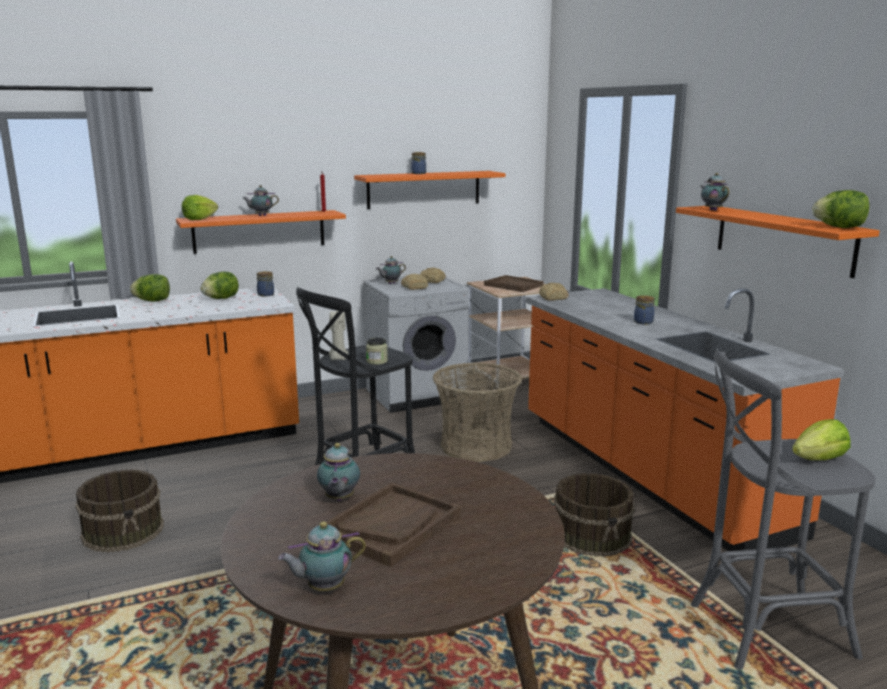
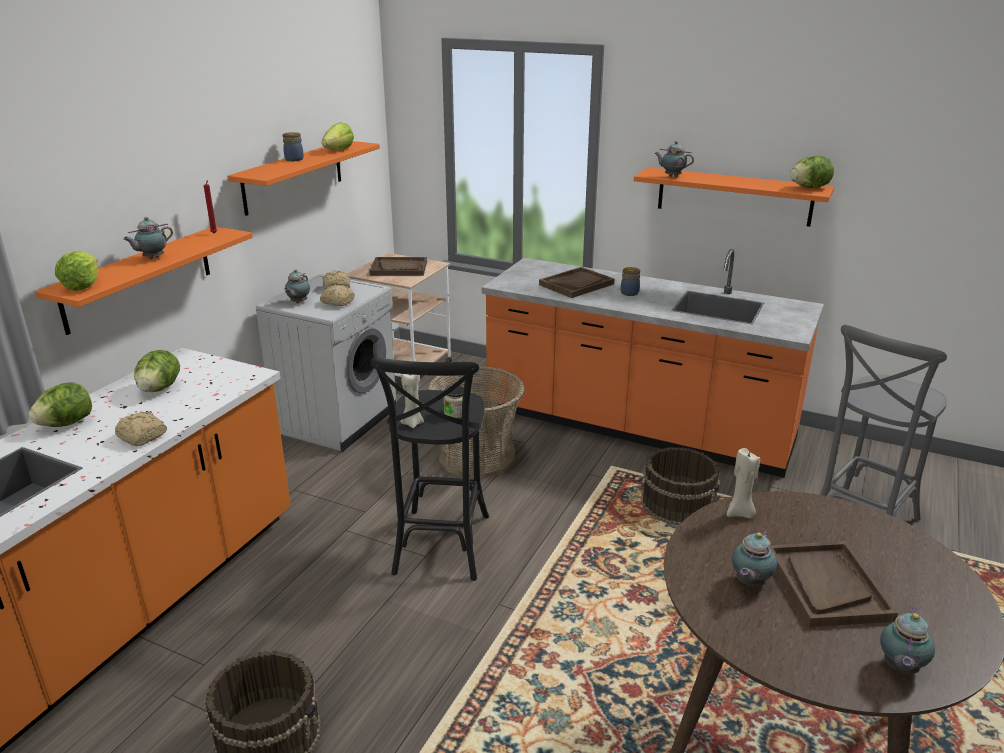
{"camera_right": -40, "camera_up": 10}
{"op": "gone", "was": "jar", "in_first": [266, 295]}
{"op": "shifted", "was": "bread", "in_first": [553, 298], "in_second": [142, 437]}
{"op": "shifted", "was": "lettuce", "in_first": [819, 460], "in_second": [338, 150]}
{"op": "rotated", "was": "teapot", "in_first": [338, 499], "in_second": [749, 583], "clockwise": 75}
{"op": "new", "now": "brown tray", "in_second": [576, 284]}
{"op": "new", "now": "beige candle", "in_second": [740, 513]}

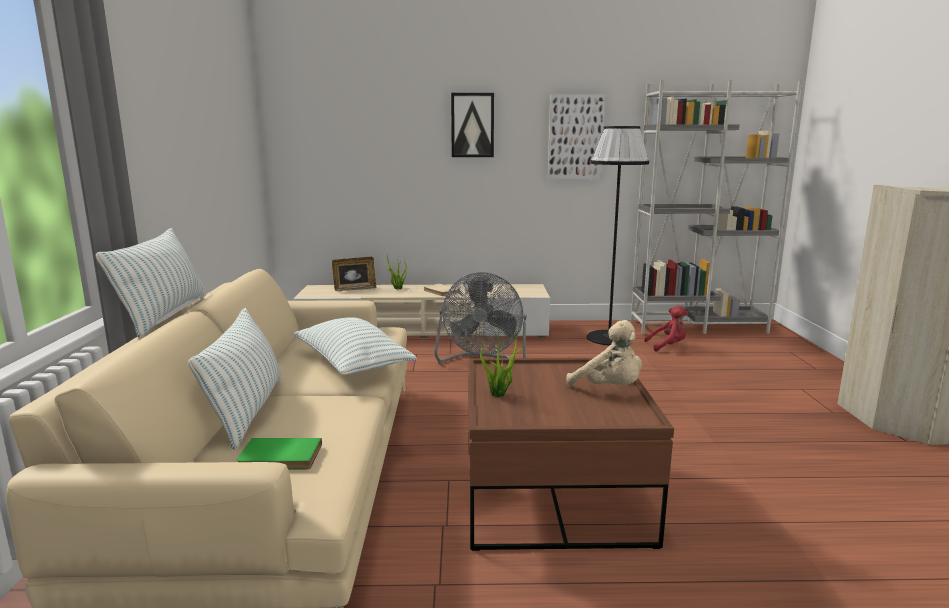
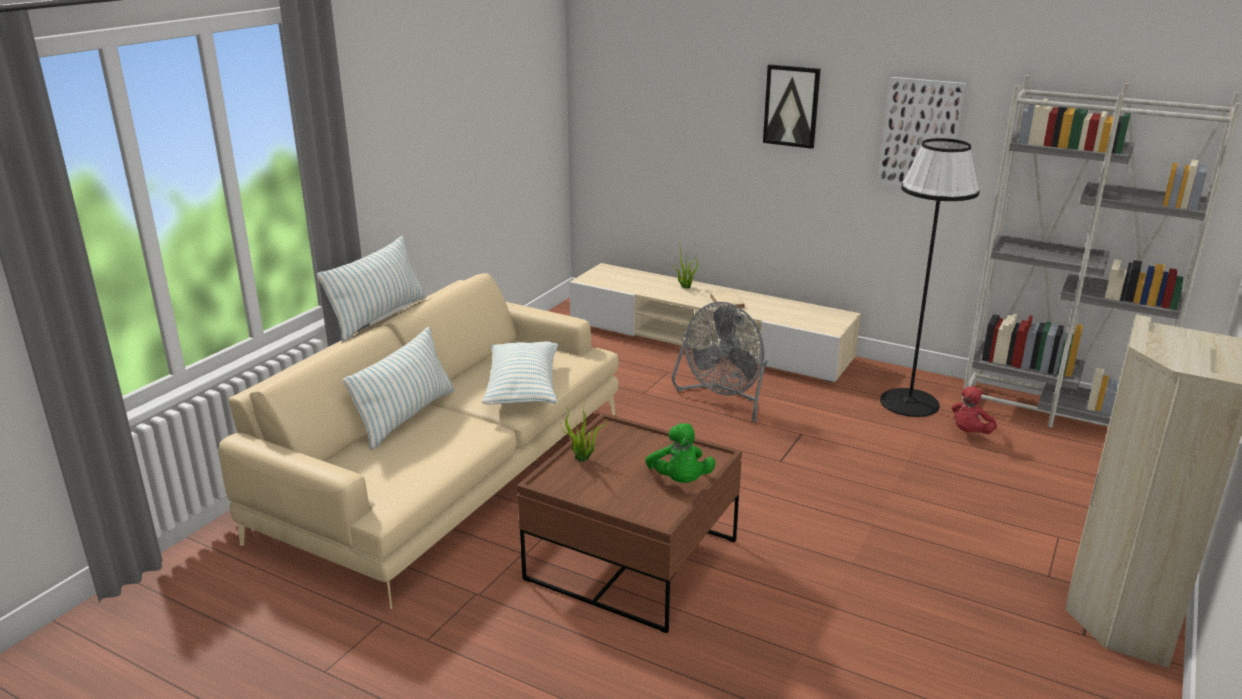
{"camera_right": 30, "camera_up": 10}
{"op": "gone", "was": "picture frame", "in_first": [354, 289]}
{"op": "rotated", "was": "red plush toy", "in_first": [667, 346], "in_second": [969, 433], "clockwise": 105}
{"op": "repainted", "was": "beige plush toy", "now": "green plush toy", "in_first": [609, 389], "in_second": [680, 481]}
{"op": "gone", "was": "green book", "in_first": [279, 458]}

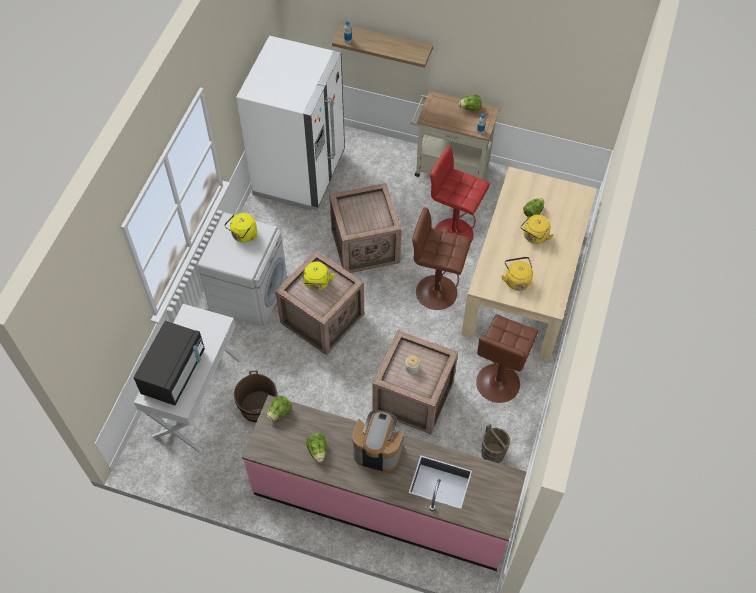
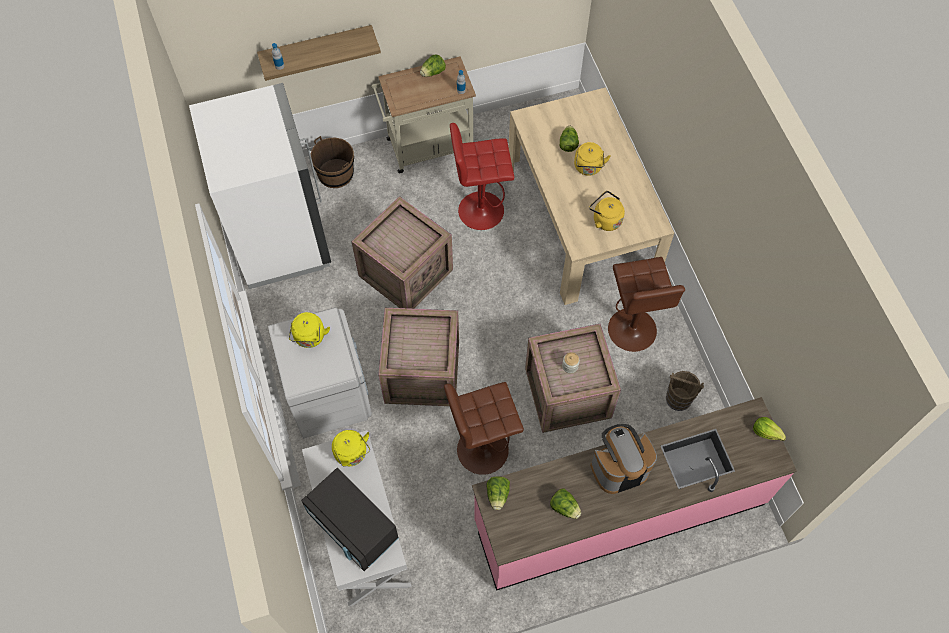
{"camera_right": -35, "camera_up": 5}
{"op": "shifted", "was": "brown stool", "in_first": [436, 292], "in_second": [482, 449]}
{"op": "shifted", "was": "yellow kettle", "in_first": [317, 283], "in_second": [352, 454]}
{"op": "rotated", "was": "black microwave", "in_first": [174, 372], "in_second": [353, 527], "clockwise": 150}
{"op": "shifted", "was": "brown bucket", "in_first": [258, 407], "in_second": [336, 174]}
{"op": "new", "now": "lettuce", "in_second": [766, 432]}

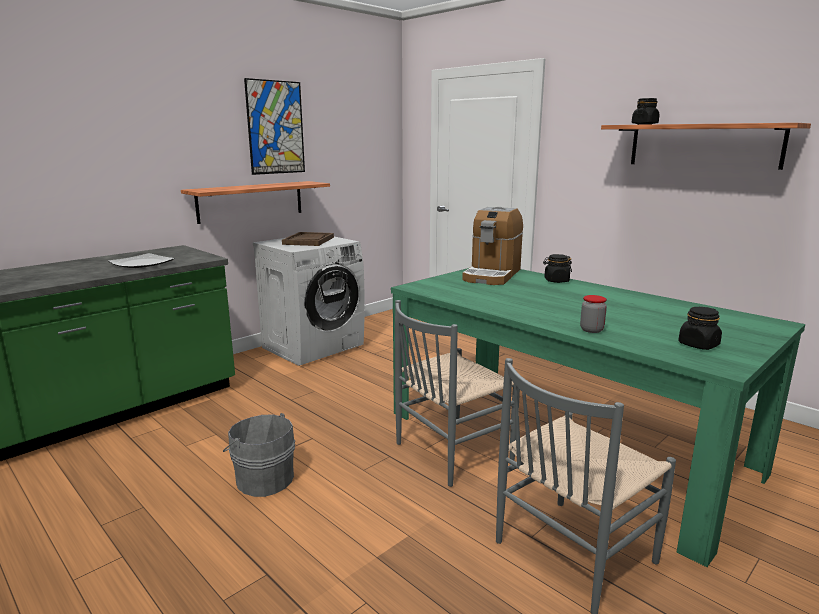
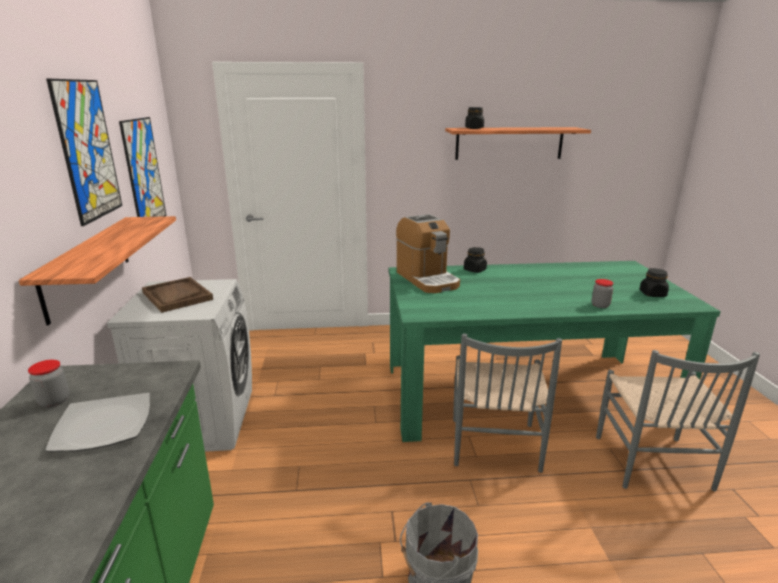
{"camera_right": -50, "camera_up": 5}
{"op": "new", "now": "picture", "in_second": [144, 173]}
{"op": "new", "now": "jar", "in_second": [54, 401]}

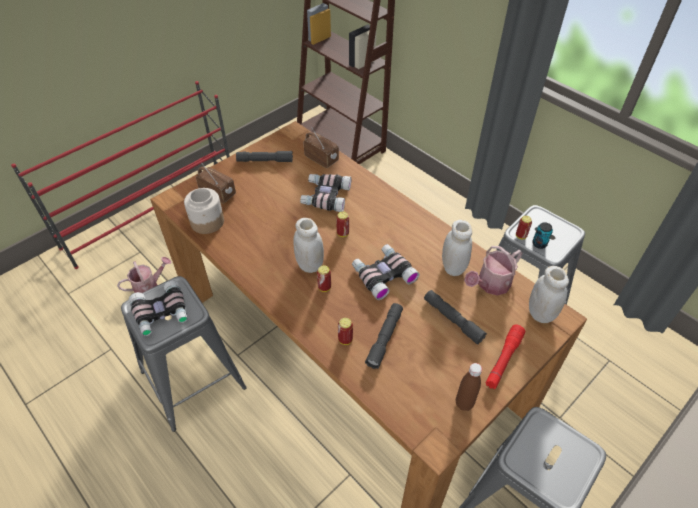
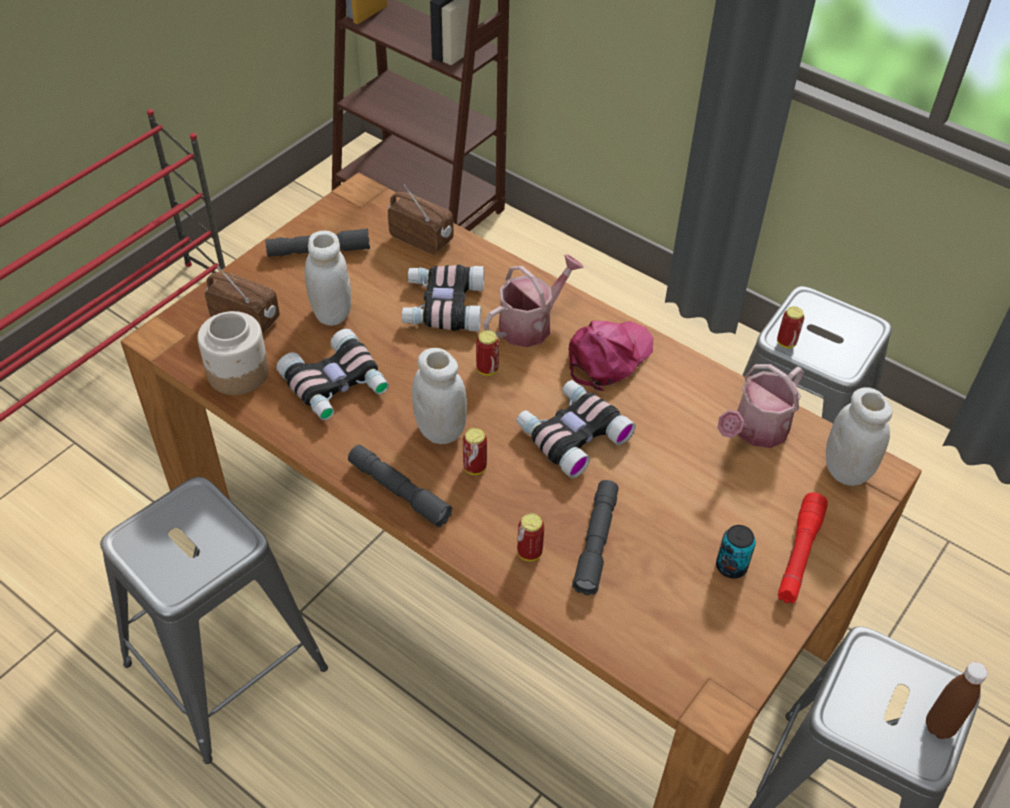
{"camera_right": -10, "camera_up": 0}
{"op": "shifted", "was": "white jar", "in_first": [453, 267], "in_second": [332, 313]}
{"op": "shifted", "was": "can", "in_first": [539, 244], "in_second": [731, 566]}
{"op": "shifted", "was": "watering can", "in_first": [149, 285], "in_second": [531, 324]}
{"op": "shifted", "was": "binoculars", "in_first": [161, 313], "in_second": [336, 385]}
{"op": "shifted", "was": "grey flashlight", "in_first": [453, 320], "in_second": [399, 491]}
{"op": "shifted", "was": "brown bottle", "in_first": [464, 403], "in_second": [939, 726]}
{"op": "new", "now": "pink cap", "in_second": [608, 357]}

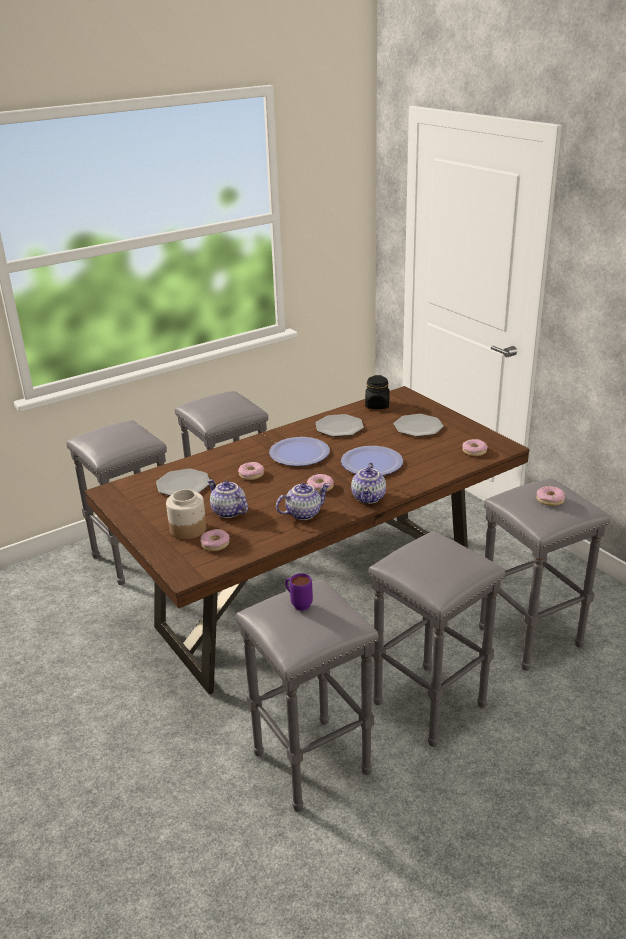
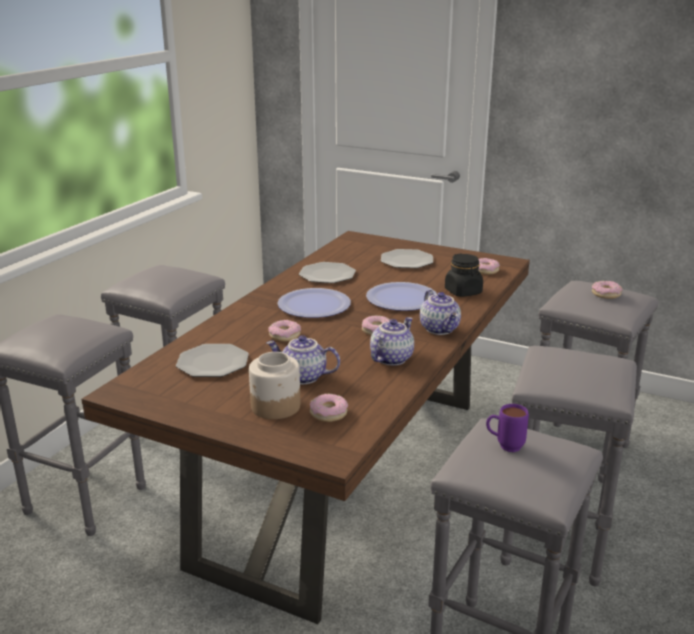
{"camera_right": -30, "camera_up": -5}
{"op": "shifted", "was": "black jar", "in_first": [377, 405], "in_second": [463, 292]}

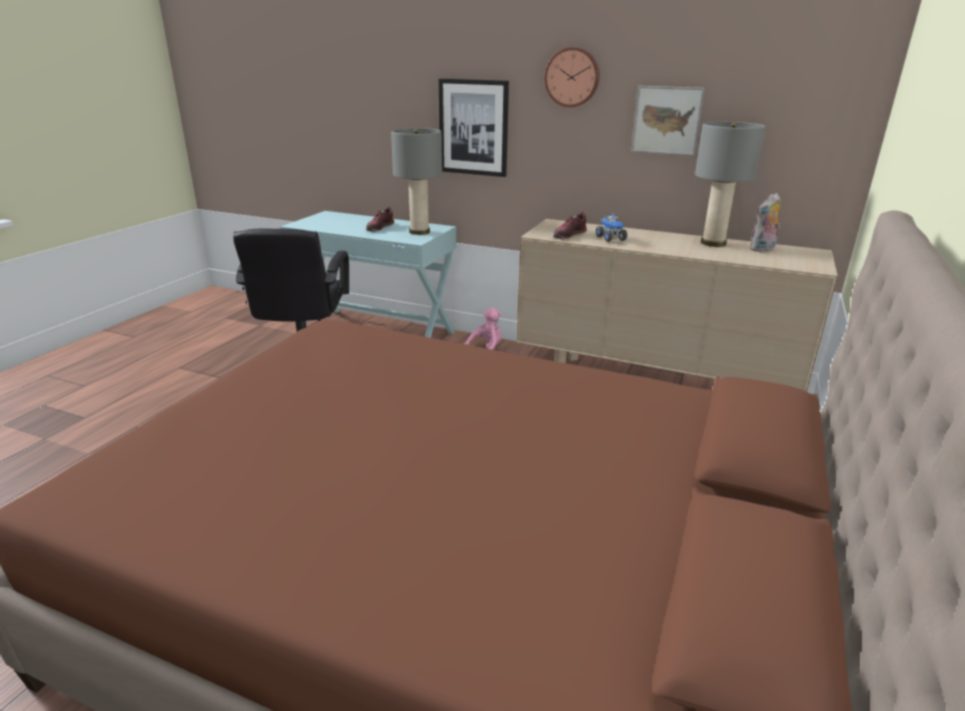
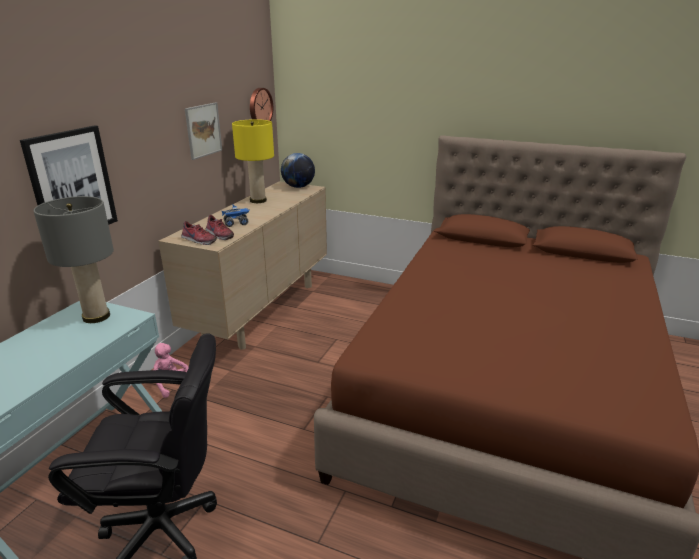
{"camera_right": -90, "camera_up": 0}
{"op": "shifted", "was": "wall clock", "in_first": [572, 77], "in_second": [259, 107]}
{"op": "repainted", "was": "grey table lamp", "now": "yellow table lamp", "in_first": [713, 243], "in_second": [258, 200]}
{"op": "gone", "was": "plush toy", "in_first": [762, 249]}
{"op": "shifted", "was": "shoe", "in_first": [379, 227], "in_second": [198, 241]}
{"op": "new", "now": "globe", "in_second": [298, 187]}

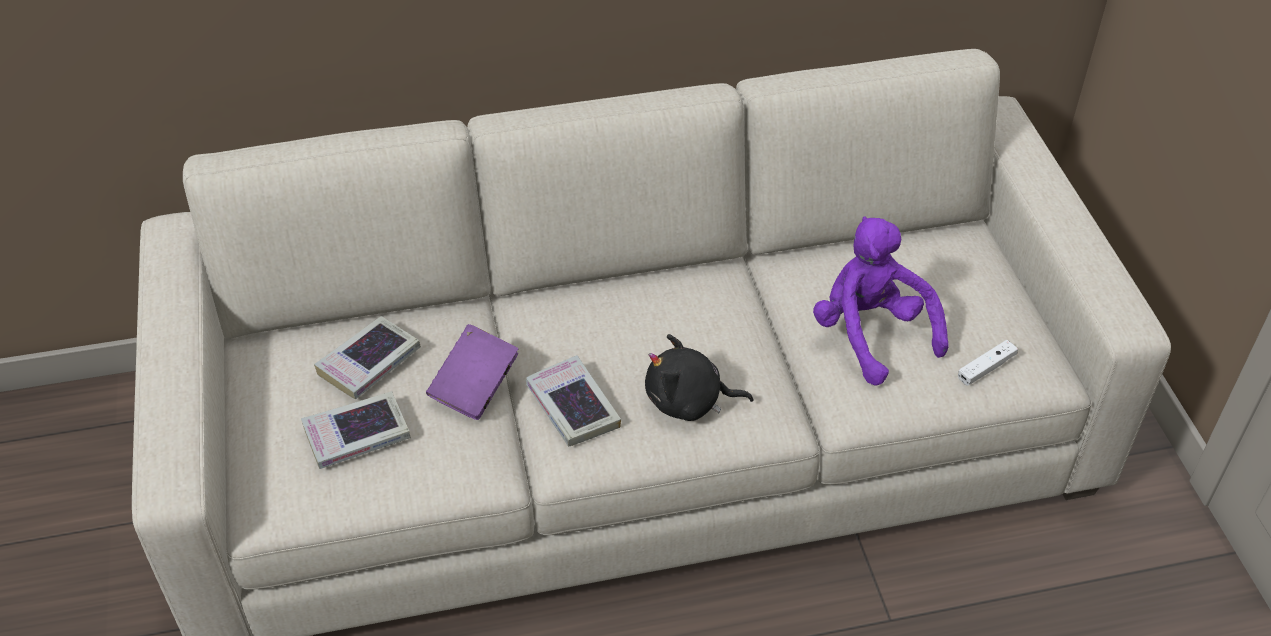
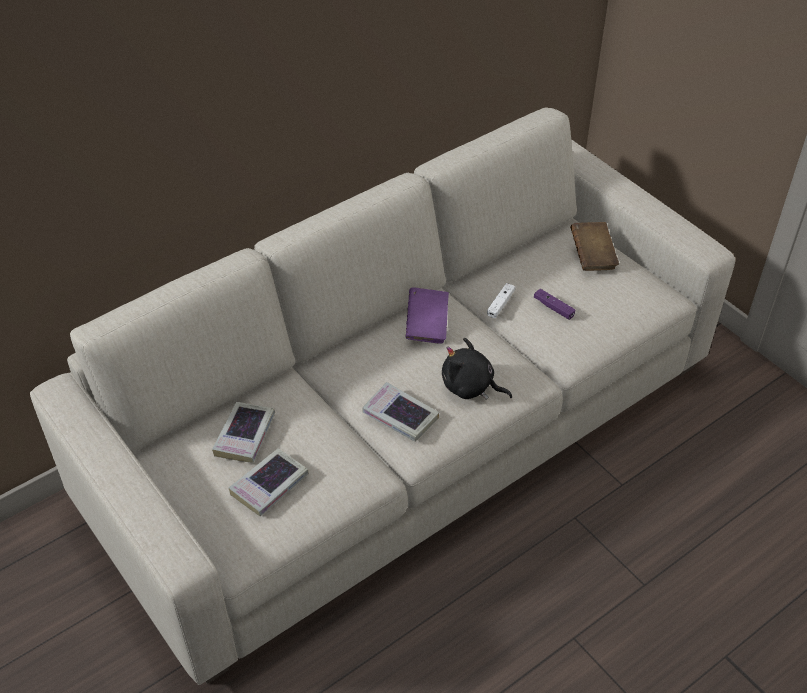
{"camera_right": -25, "camera_up": 0}
{"op": "swapped", "was": "purple plush toy", "now": "purple game controller", "in_first": [871, 334], "in_second": [553, 308]}
{"op": "shifted", "was": "purple book", "in_first": [475, 387], "in_second": [427, 326]}
{"op": "rotated", "was": "black plush toy", "in_first": [689, 401], "in_second": [470, 387], "clockwise": 45}
{"op": "shifted", "was": "white game controller", "in_first": [986, 368], "in_second": [500, 304]}
{"op": "new", "now": "brown book", "in_second": [592, 257]}

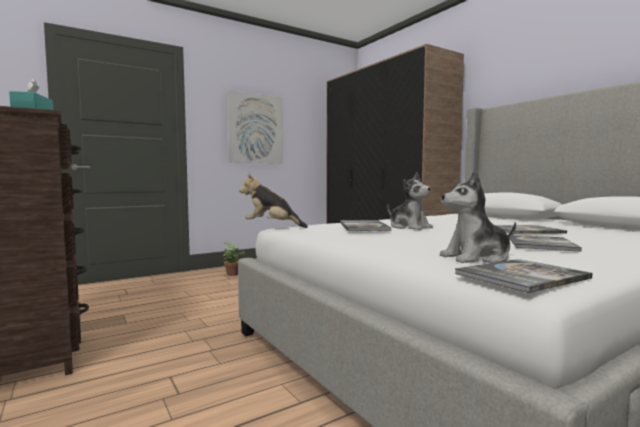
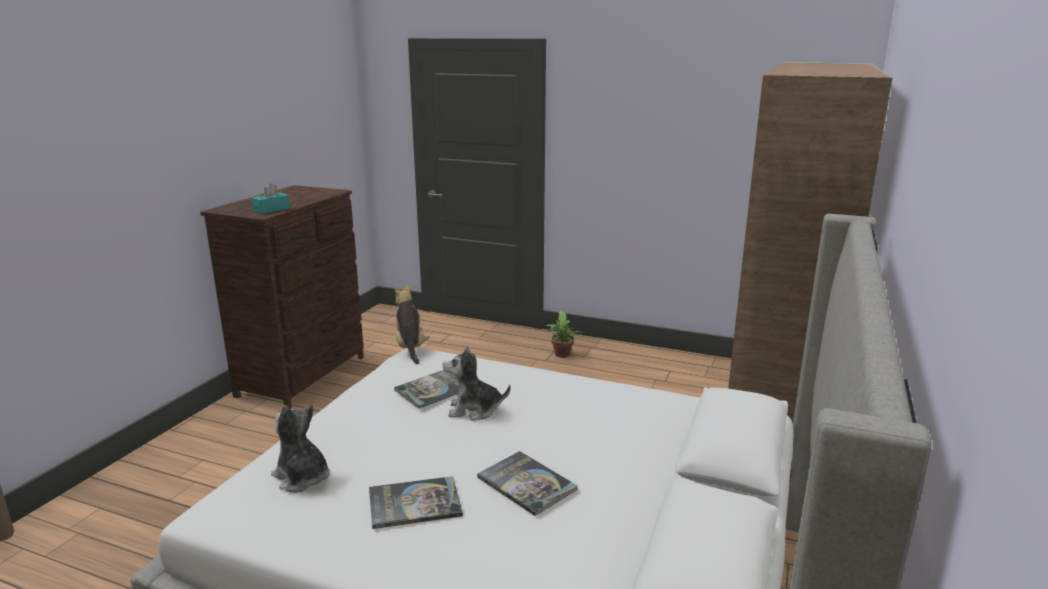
{"camera_right": 55, "camera_up": 15}
{"op": "gone", "was": "picture", "in_first": [255, 128]}
{"op": "rotated", "was": "plush toy", "in_first": [409, 227], "in_second": [474, 410], "clockwise": 75}
{"op": "gone", "was": "book", "in_first": [522, 277]}

